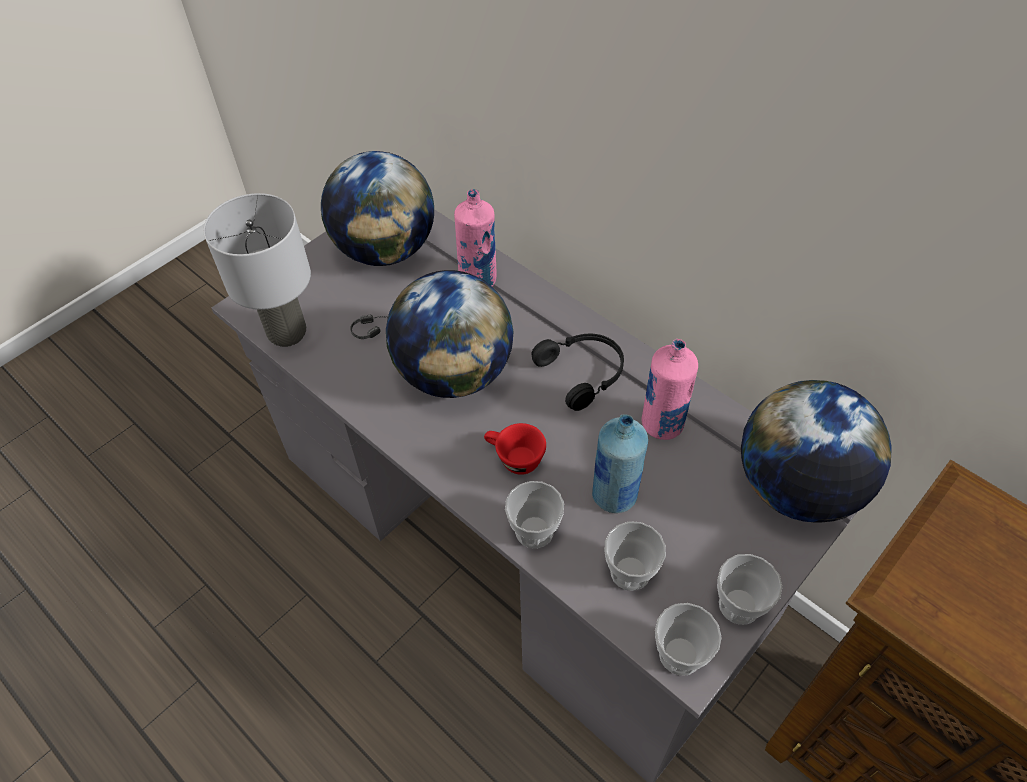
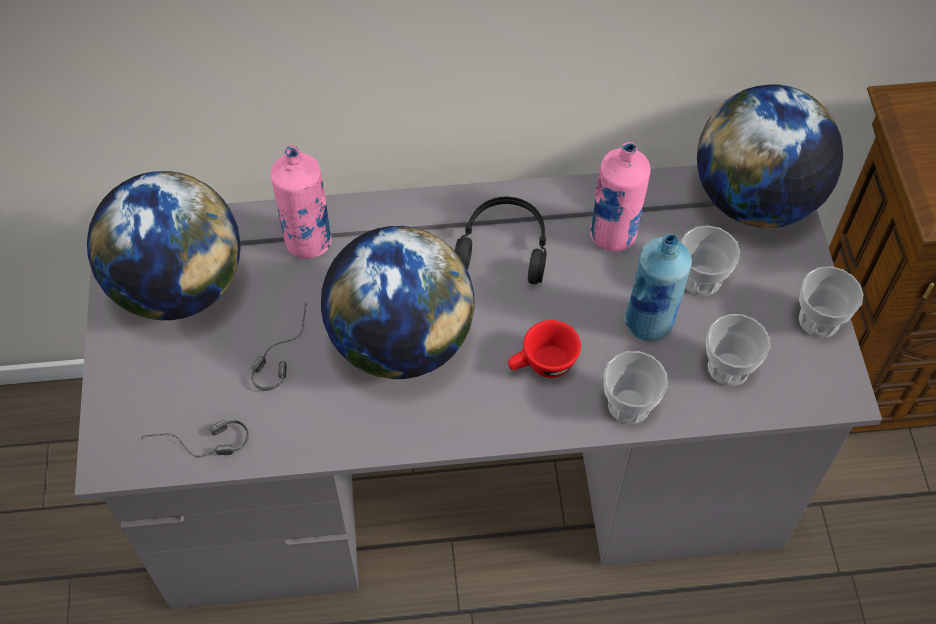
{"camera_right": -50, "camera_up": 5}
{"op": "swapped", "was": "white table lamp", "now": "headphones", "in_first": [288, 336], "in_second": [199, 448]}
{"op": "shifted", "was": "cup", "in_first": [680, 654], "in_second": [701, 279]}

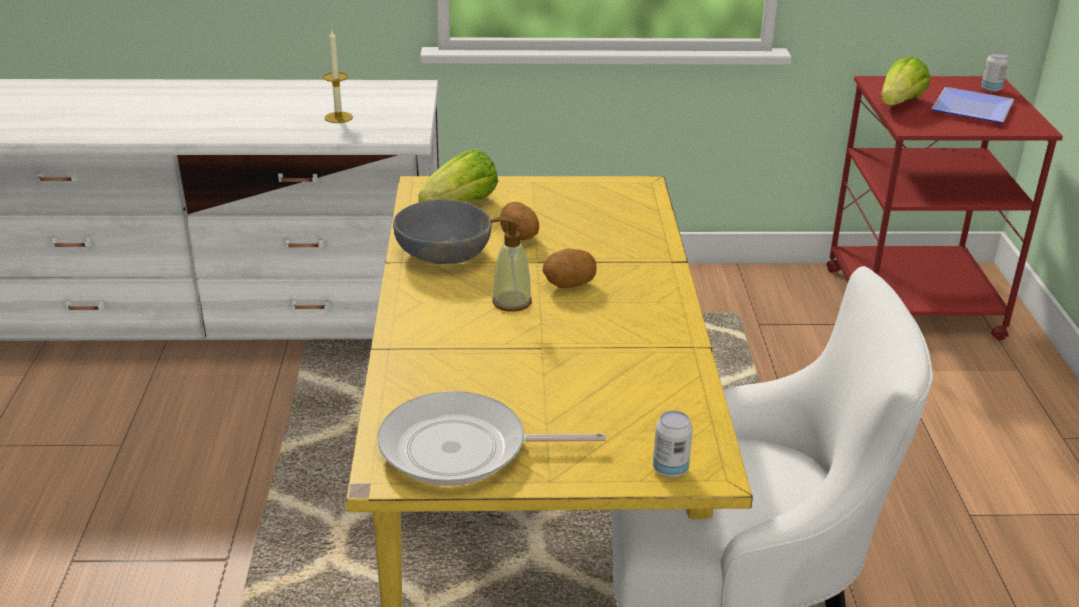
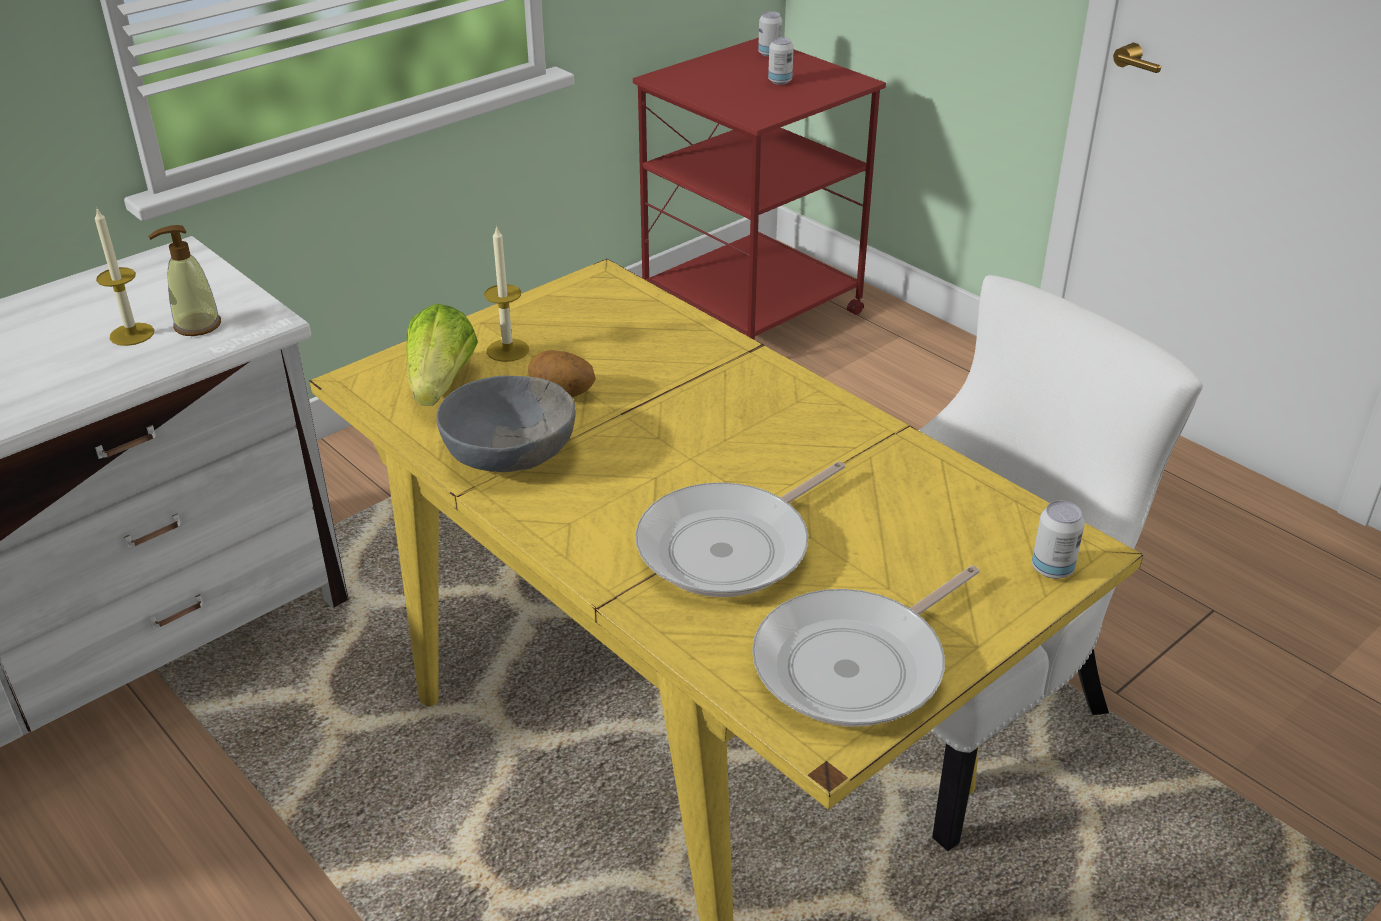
{"camera_right": -40, "camera_up": 5}
{"op": "gone", "was": "lettuce", "in_first": [899, 104]}
{"op": "swapped", "was": "plate", "now": "can", "in_first": [969, 109], "in_second": [780, 81]}
{"op": "shifted", "was": "soap dispenser", "in_first": [511, 302], "in_second": [197, 325]}
{"op": "gone", "was": "potato", "in_first": [569, 285]}
{"op": "new", "now": "candle", "in_second": [508, 350]}
{"op": "new", "now": "frying pan", "in_second": [731, 547]}

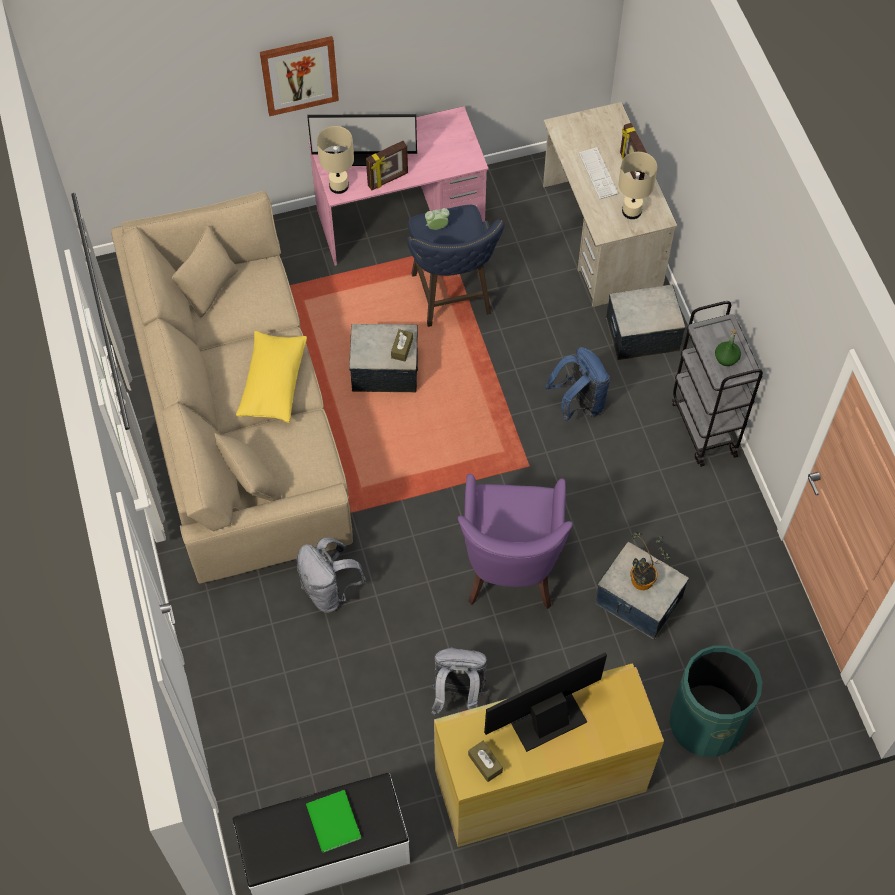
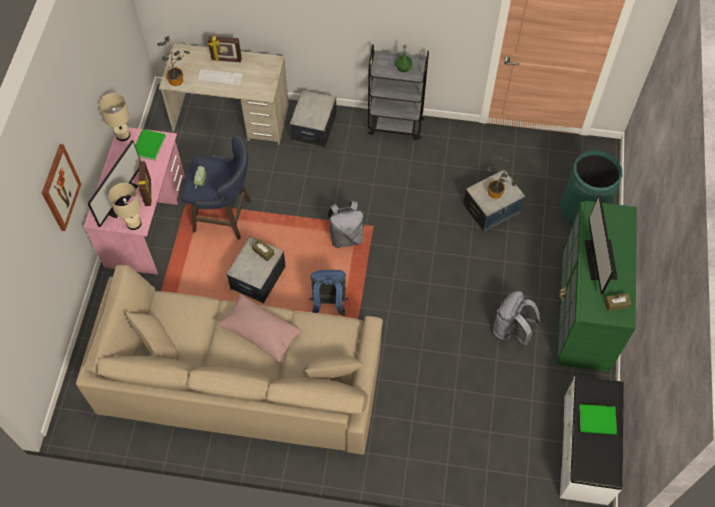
{"camera_right": -65, "camera_up": 0}
{"op": "shifted", "was": "beige table lamp", "in_first": [631, 211], "in_second": [123, 135]}
{"op": "repainted", "was": "yellow pillow", "now": "pink pillow", "in_first": [273, 383], "in_second": [260, 332]}
{"op": "shifted", "was": "blue backpack", "in_first": [578, 403], "in_second": [329, 303]}
{"op": "gone", "was": "purple armchair", "in_first": [510, 569]}
{"op": "shifted", "was": "grey backpack", "in_first": [329, 590], "in_second": [346, 237]}
{"op": "repainted", "was": "yellow cabinet", "now": "green cabinet", "in_first": [538, 780], "in_second": [584, 310]}
{"op": "new", "now": "potted plant", "in_second": [178, 80]}
{"op": "new", "now": "green book", "in_second": [147, 146]}

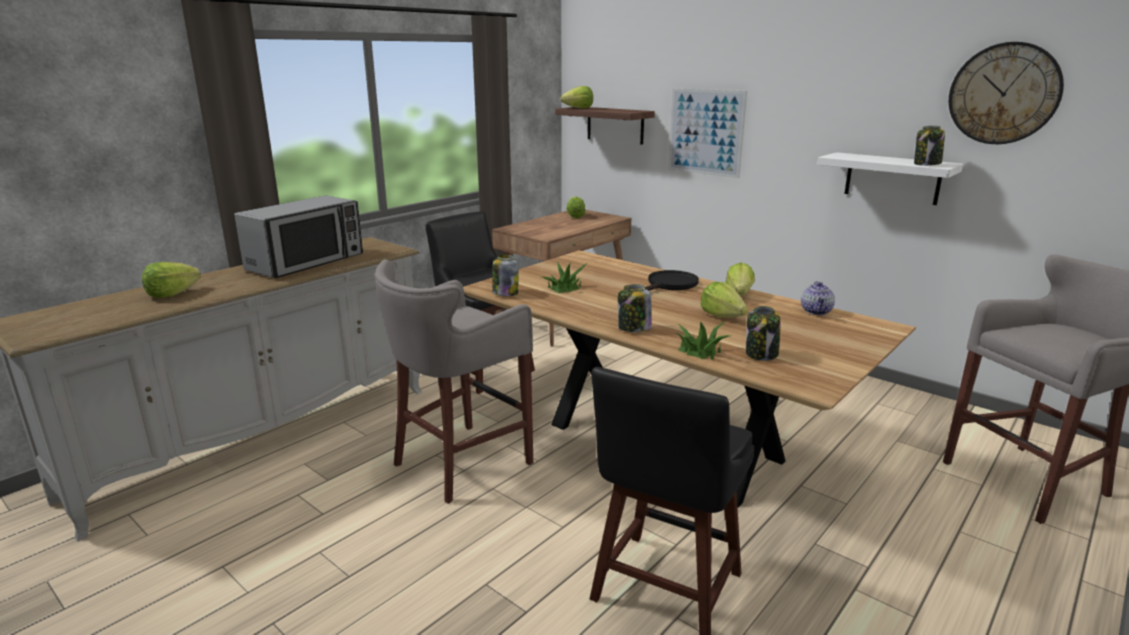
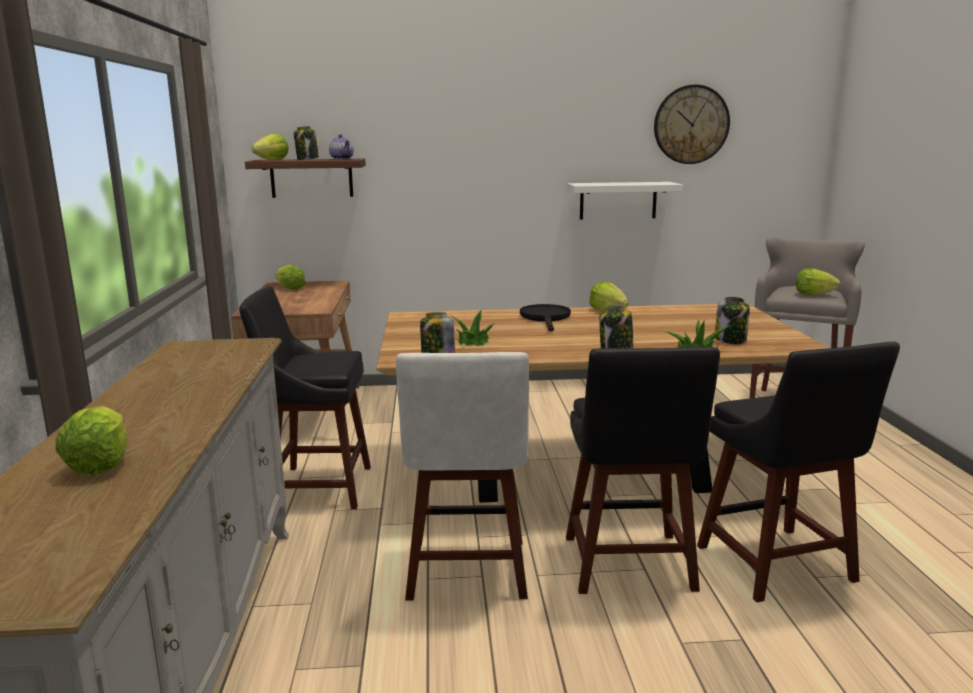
{"camera_right": -45, "camera_up": -5}
{"op": "gone", "was": "picture", "in_first": [705, 132]}
{"op": "shifted", "was": "jar", "in_first": [927, 164], "in_second": [307, 159]}
{"op": "gone", "was": "microwave", "in_first": [307, 262]}
{"op": "swapped", "was": "grey stool", "now": "white chair", "in_first": [459, 464], "in_second": [466, 573]}
{"op": "shifted", "was": "teapot", "in_first": [816, 311], "in_second": [342, 158]}
{"op": "shifted", "was": "lettuce", "in_first": [722, 316], "in_second": [813, 294]}
{"op": "new", "now": "black chair", "in_second": [629, 567]}

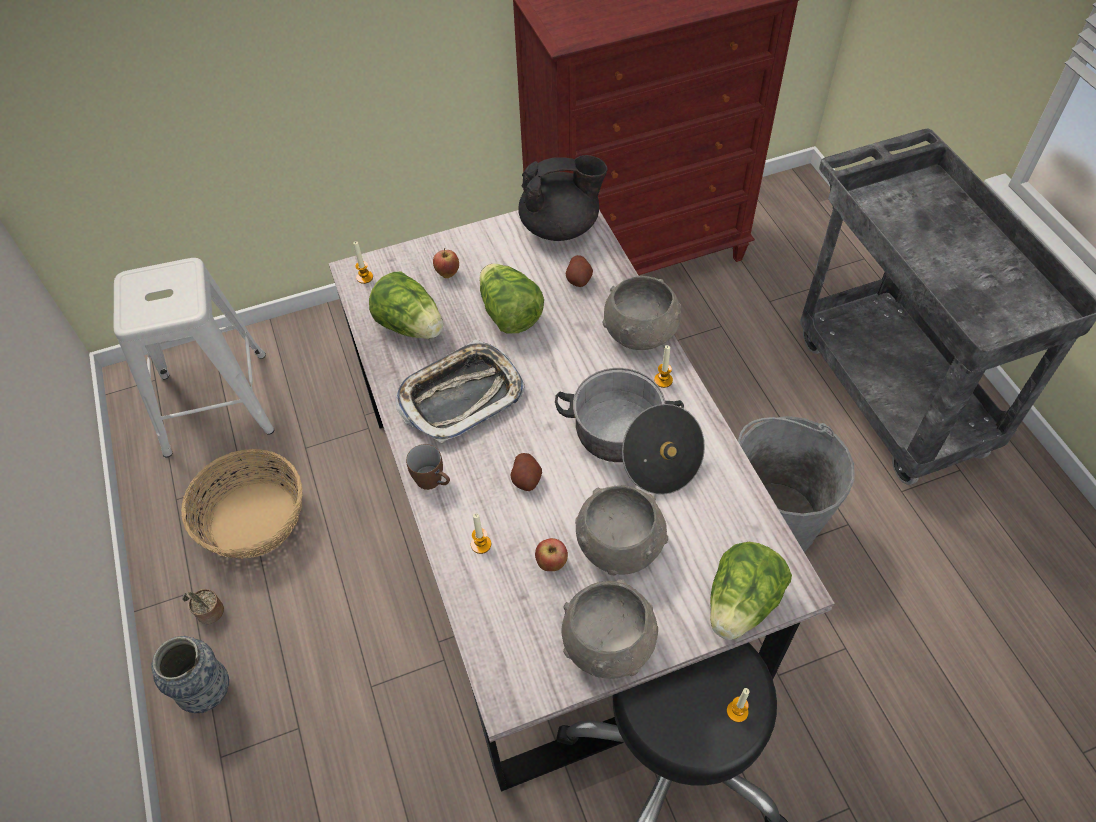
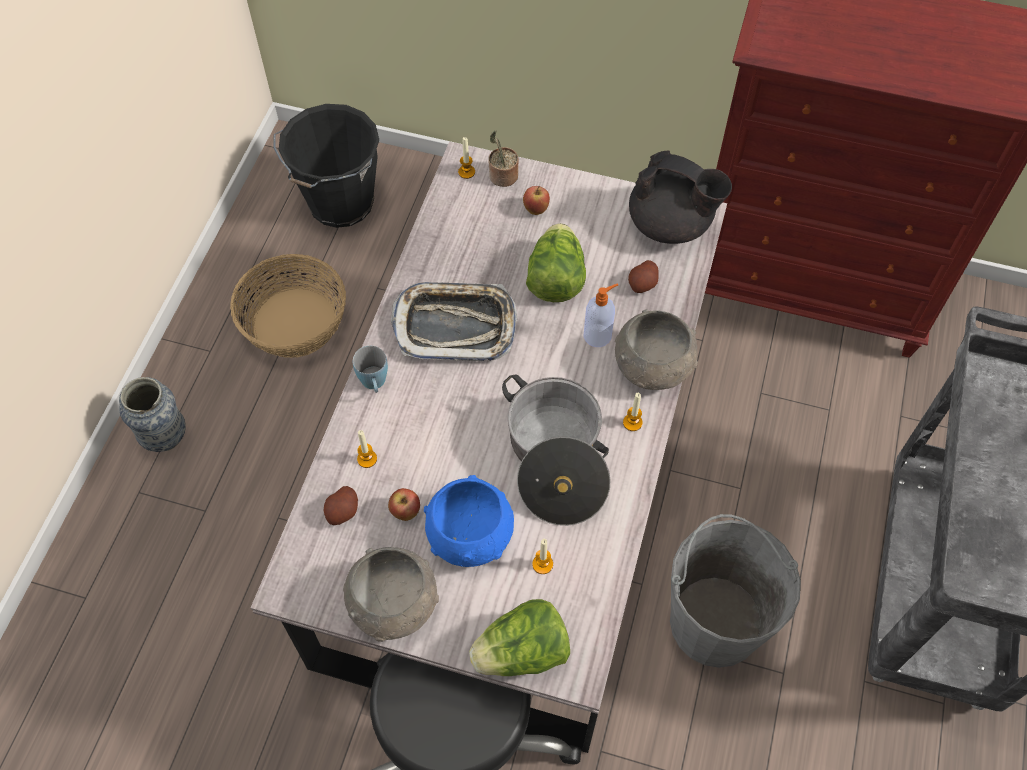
{"camera_right": 35, "camera_up": 5}
{"op": "swapped", "was": "white stool", "now": "black bucket", "in_first": [216, 403], "in_second": [339, 204]}
{"op": "gone", "was": "lettuce", "in_first": [411, 326]}
{"op": "repainted", "was": "brown mug", "now": "blue mug", "in_first": [434, 482], "in_second": [374, 384]}
{"op": "shifted", "was": "potato", "in_first": [526, 479], "in_second": [343, 511]}
{"op": "repainted", "was": "grey bowl", "now": "blue bowl", "in_first": [620, 544], "in_second": [471, 534]}
{"op": "shifted", "was": "potted plant", "in_first": [210, 613], "in_second": [502, 177]}
{"op": "shifted", "was": "candle", "in_first": [737, 711], "in_second": [542, 564]}
{"op": "new", "now": "soap dispenser", "in_second": [598, 335]}

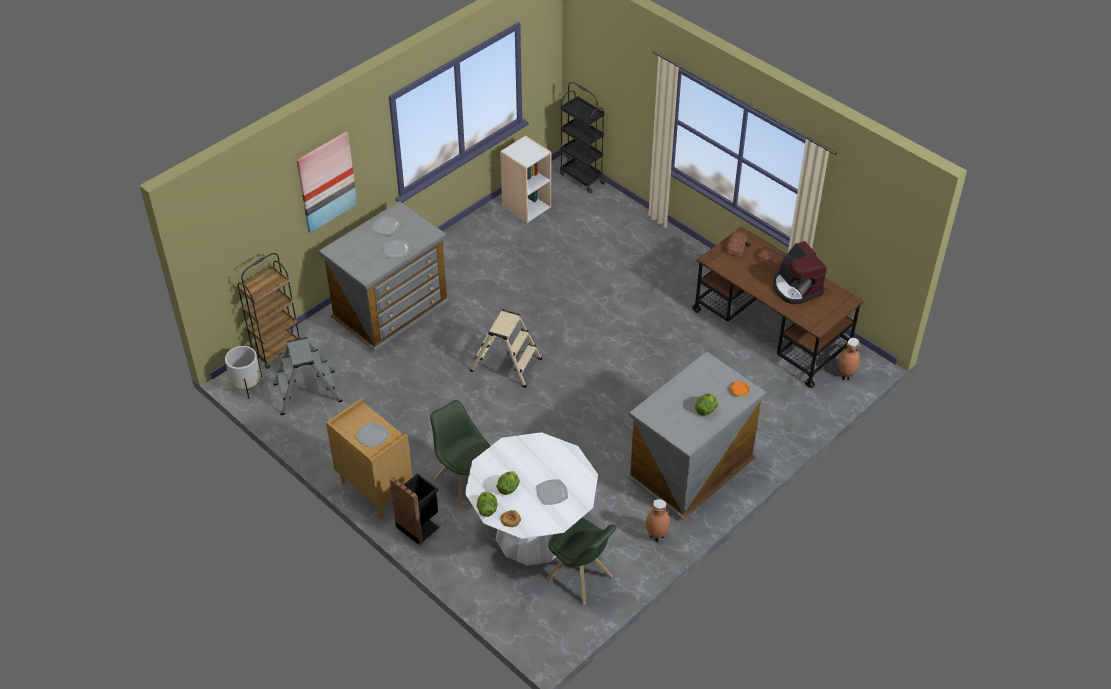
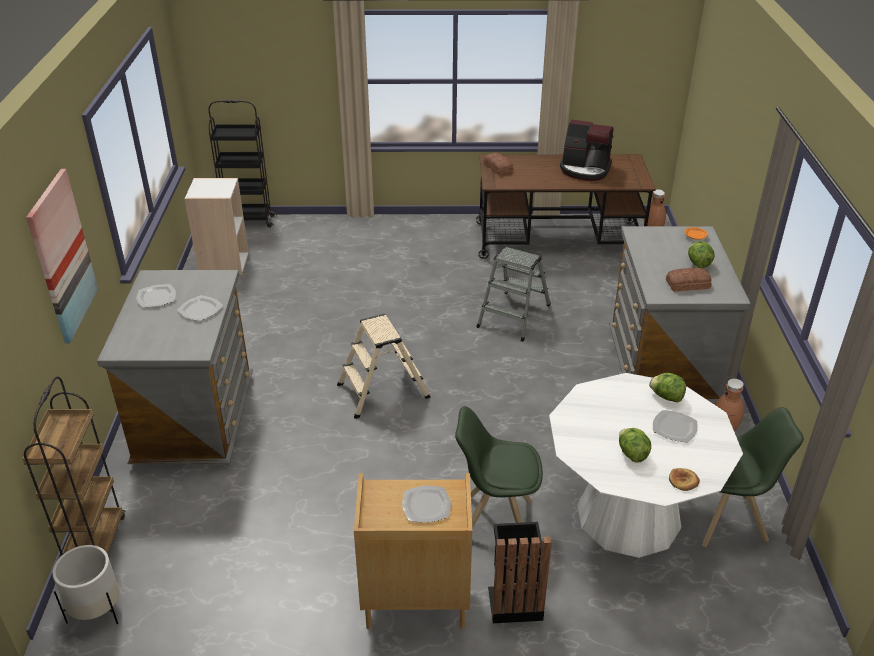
{"camera_right": -45, "camera_up": -10}
{"op": "shifted", "was": "bread", "in_first": [772, 262], "in_second": [688, 285]}
{"op": "shifted", "was": "grey step ladder", "in_first": [308, 392], "in_second": [514, 315]}
{"op": "shifted", "was": "lettuce", "in_first": [487, 509], "in_second": [666, 397]}

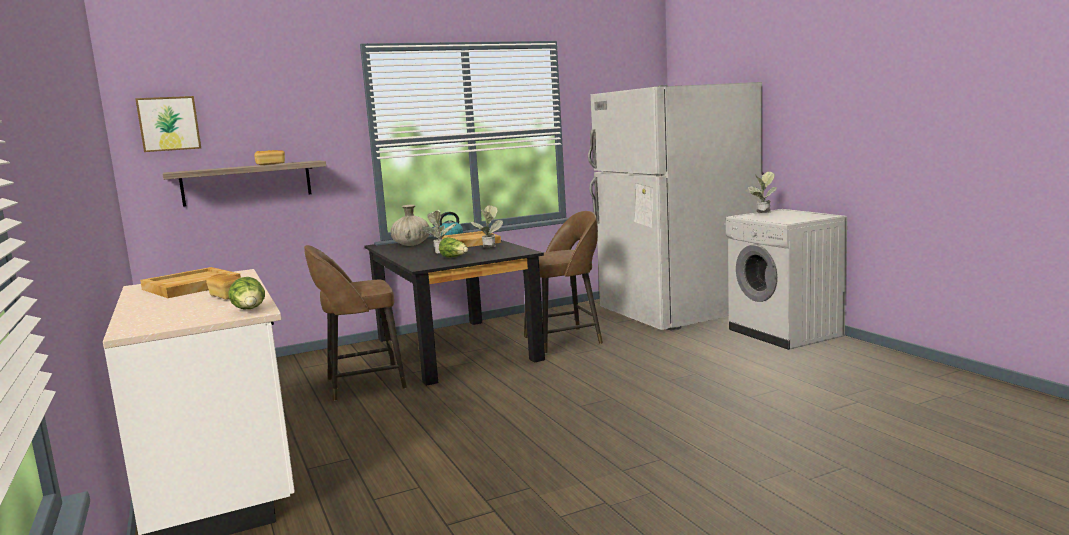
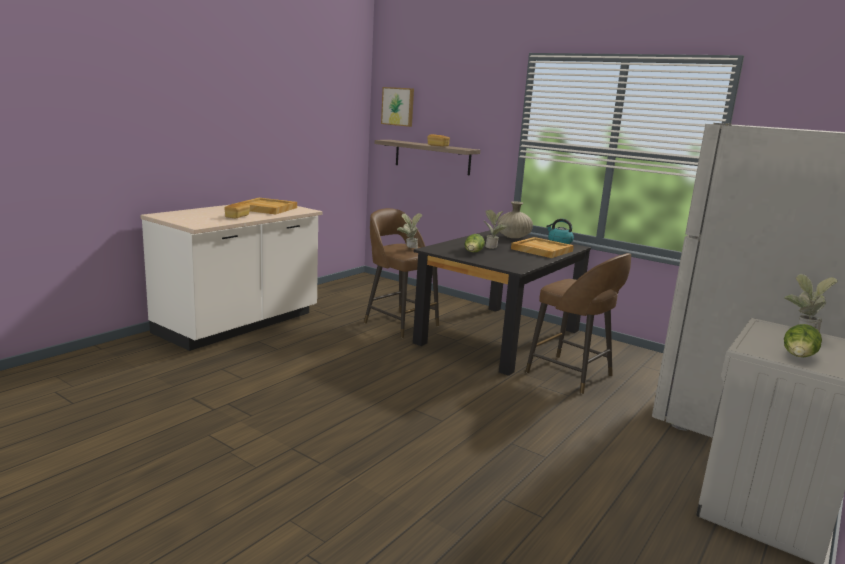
{"camera_right": 60, "camera_up": 5}
{"op": "shifted", "was": "potted plant", "in_first": [488, 248], "in_second": [409, 249]}
{"op": "shifted", "was": "lettuce", "in_first": [250, 310], "in_second": [799, 357]}

